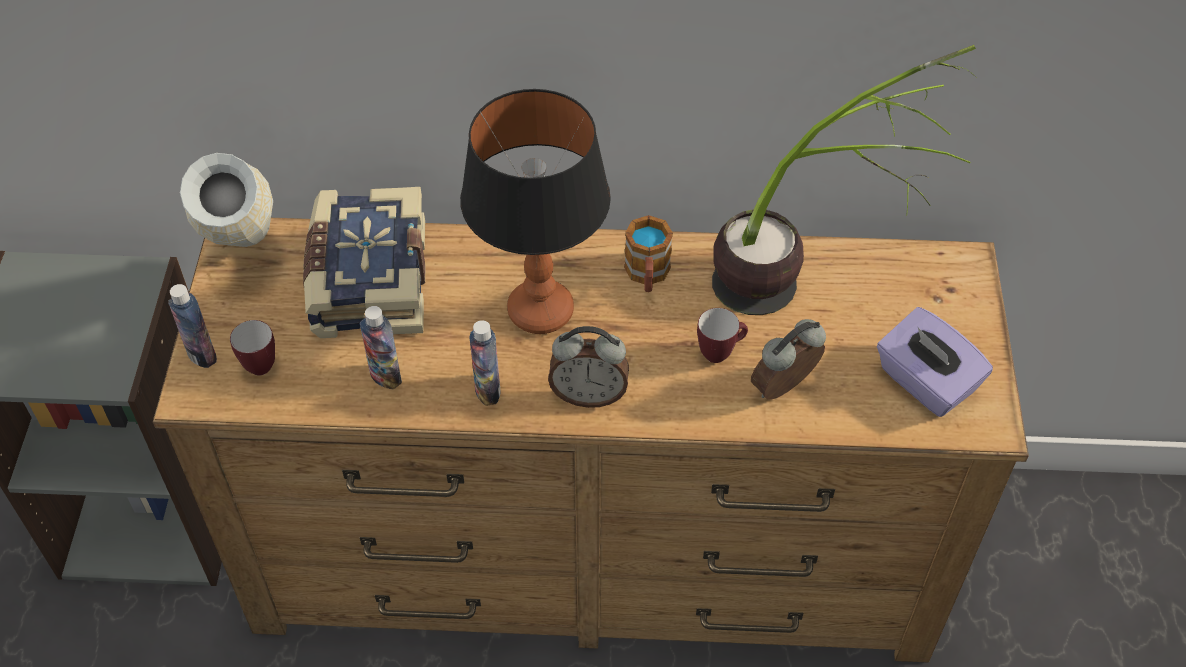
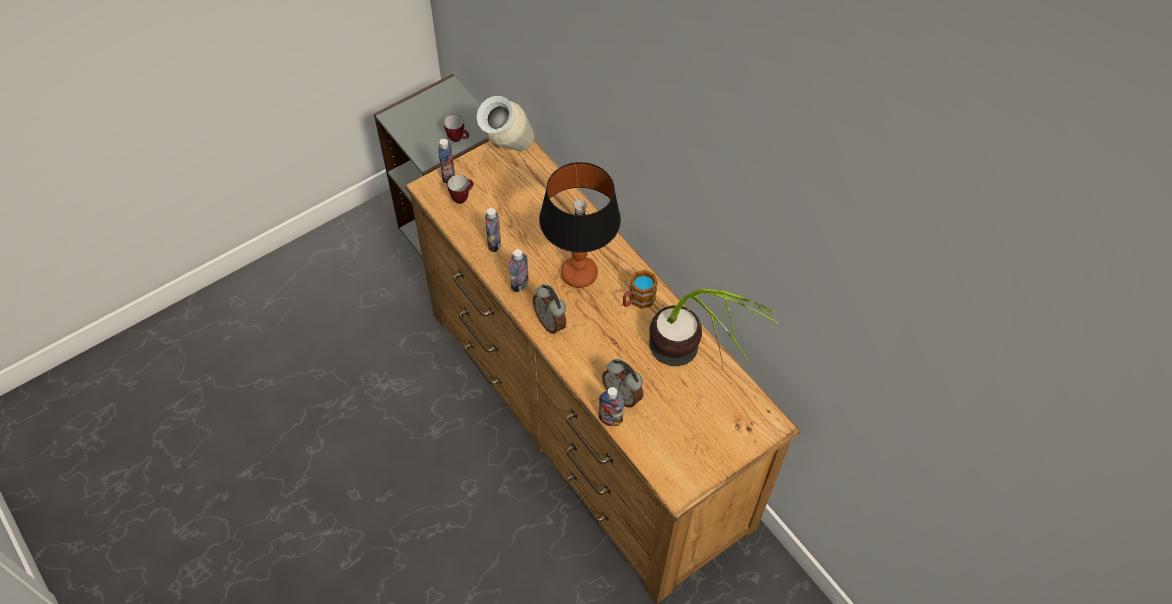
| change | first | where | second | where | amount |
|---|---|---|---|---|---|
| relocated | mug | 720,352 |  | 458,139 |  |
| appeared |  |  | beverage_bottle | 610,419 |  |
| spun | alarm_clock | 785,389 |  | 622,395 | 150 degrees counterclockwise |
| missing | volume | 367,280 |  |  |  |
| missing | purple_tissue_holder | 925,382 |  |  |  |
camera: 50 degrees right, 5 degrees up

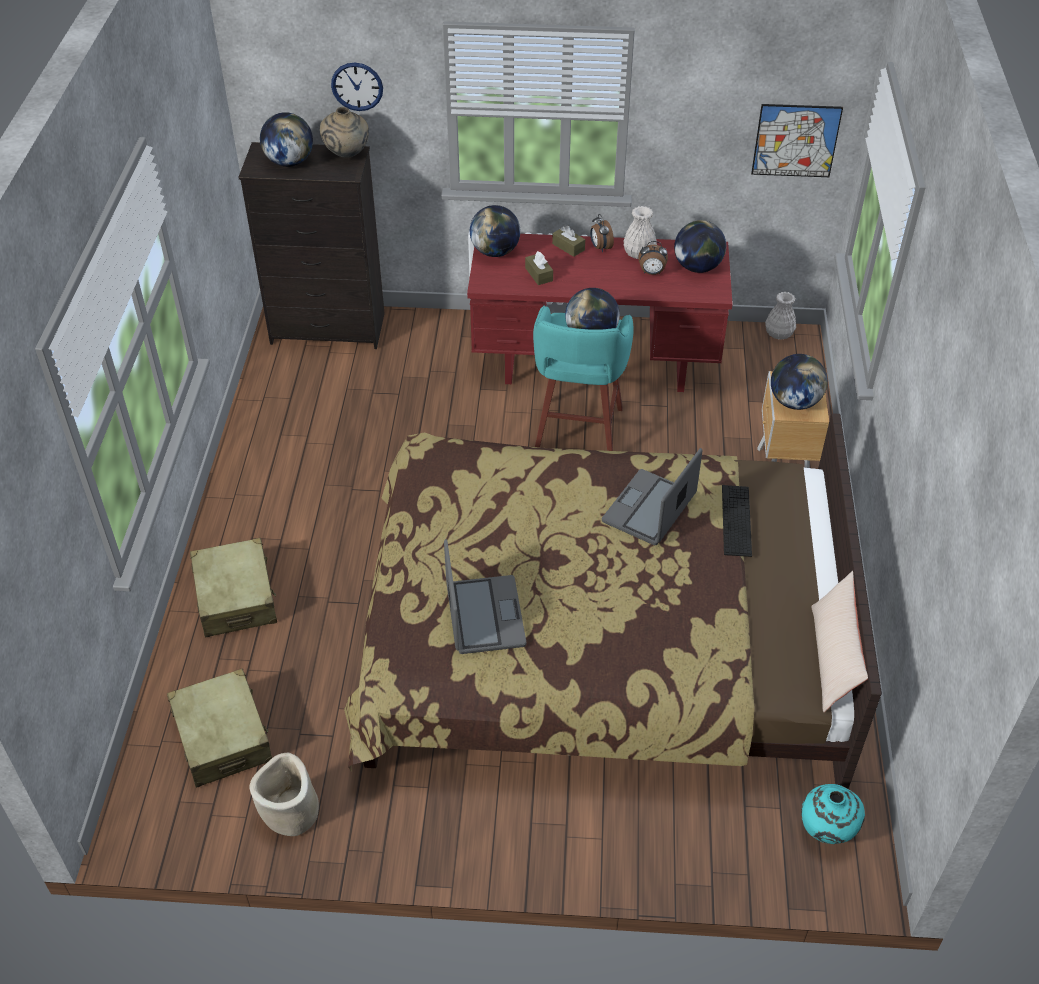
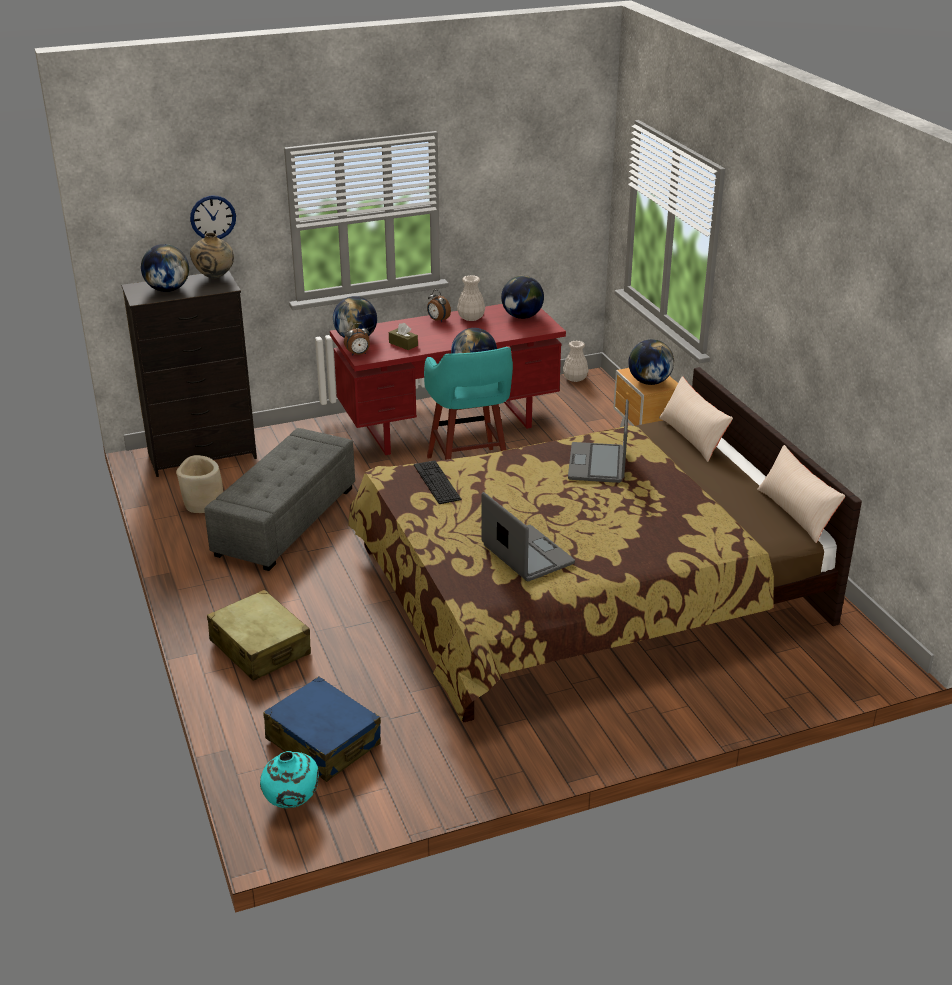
| change | first | where | second | where | amount |
|---|---|---|---|---|---|
| relocated | beige_flower_pot | 290,812 |  | 203,504 |  |
| appeared |  |  | greyish_footrest | 285,520 |  |
| relocated | turquoise-coloured_vase | 826,831 |  | 291,803 |  |
| colour | beige_piece_of_luggage | 223,737 | blue_piece_of_luggage | 323,742 |  |
| relocated | alarm_clock | 651,273 |  | 358,354 |  |
| relocated | PC_keyboard | 736,520 |  | 437,482 |  |
| appeared |  |  | beige_cushion | 692,437 |  |
| missing | brown-coloured_tissue_holder | 568,247 |  |  |  |
| missing | wall_art | 796,140 |  |  |  |
camera: 25 degrees left, 15 degrees down

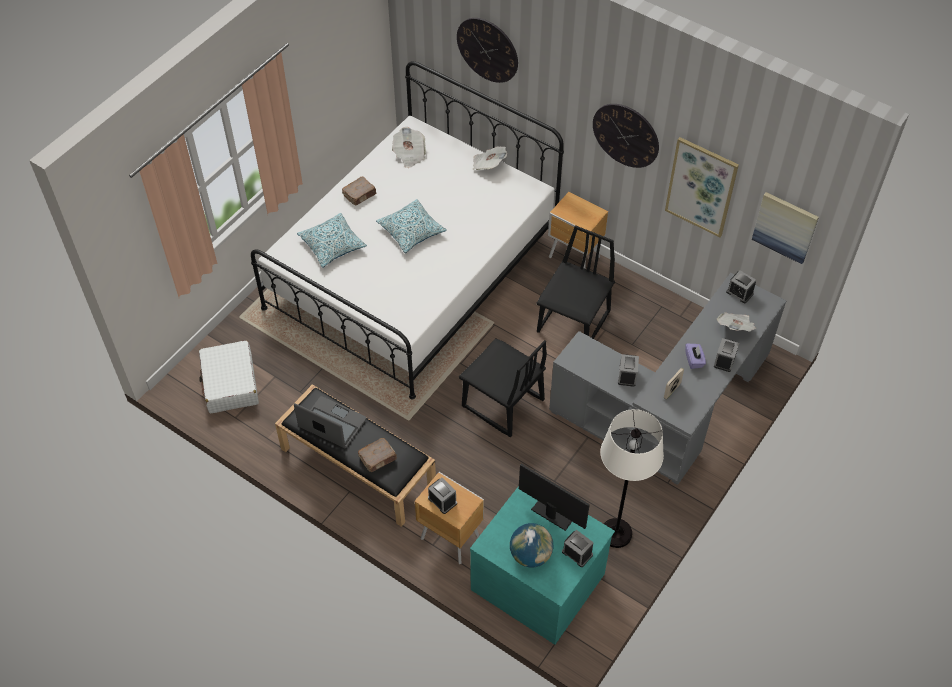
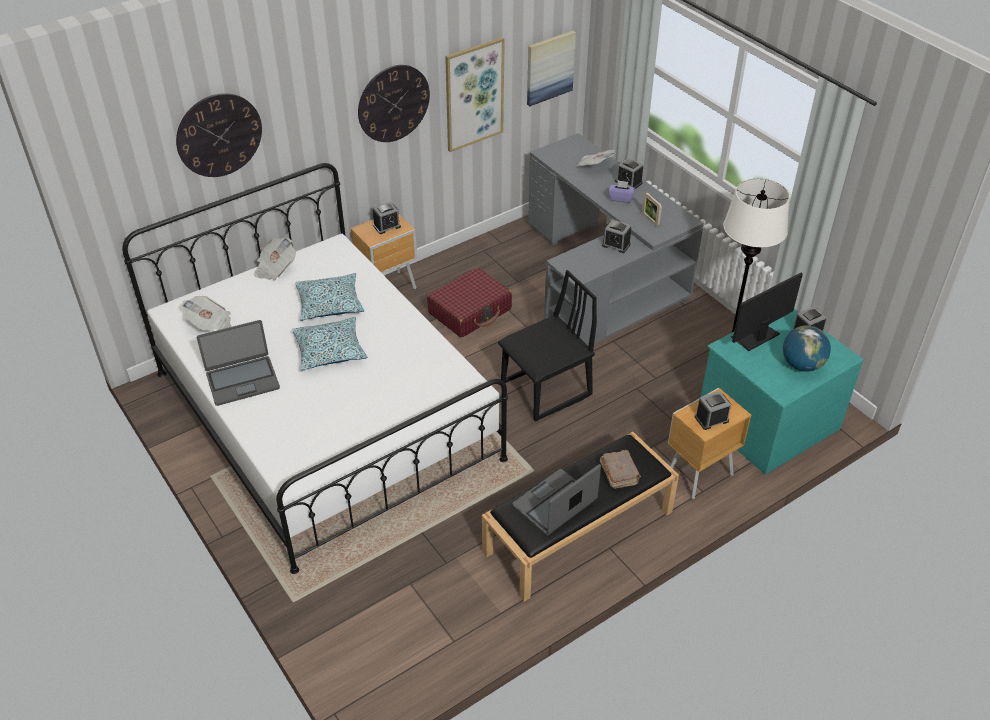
| change | first | where | second | where | amount |
|---|---|---|---|---|---|
| exchanged | brown-coloured_volume | 360,195 | portable_computer | 242,380 |  |
| relocated | cushion | 332,245 |  | 330,304 |  |
| relocated | alarm_clock | 739,293 |  | 387,226 |  |
| exchanged | black-coloured_chair | 574,322 | reddish_piece_of_luggage | 470,311 |  |
| missing | whitish_piece_of_luggage | 230,383 |  |  |  |
camera: 70 degrees left, 10 degrees down

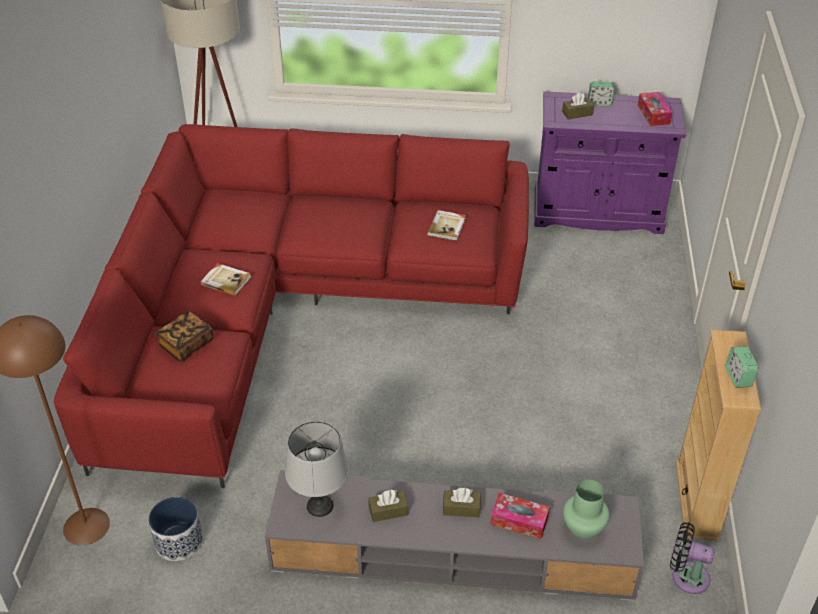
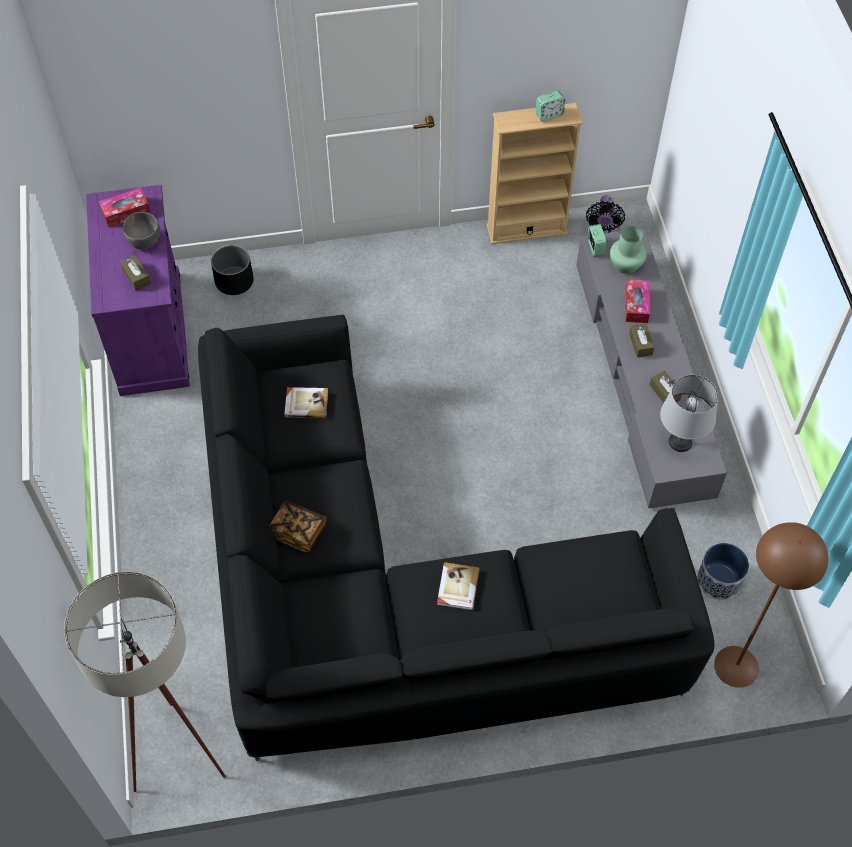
| change | first | where | second | where | amount |
|---|---|---|---|---|---|
| appeared |  |  | greyish_deep_dish | 144,241 |  |
| colour | reddish_couch | 285,310 | black-coloured_couch | 394,592 |  |
| appeared |  |  | black-coloured_flower_pot | 234,281 |  |
| relocated | volume | 186,345 |  | 298,531 |  |
| relocated | alarm_clock | 599,103 |  | 595,248 |  |
camera: 105 degrees left, 15 degrees up

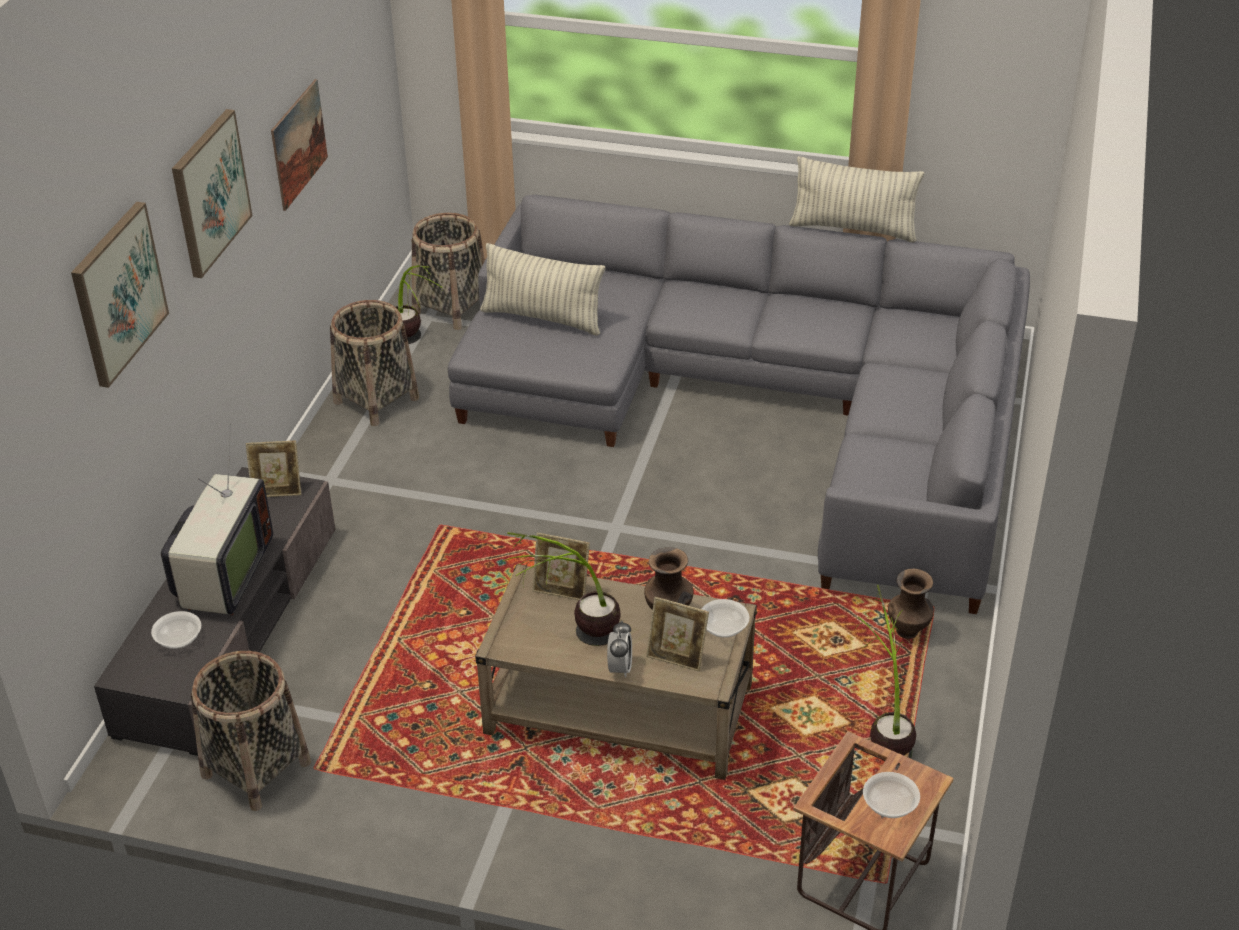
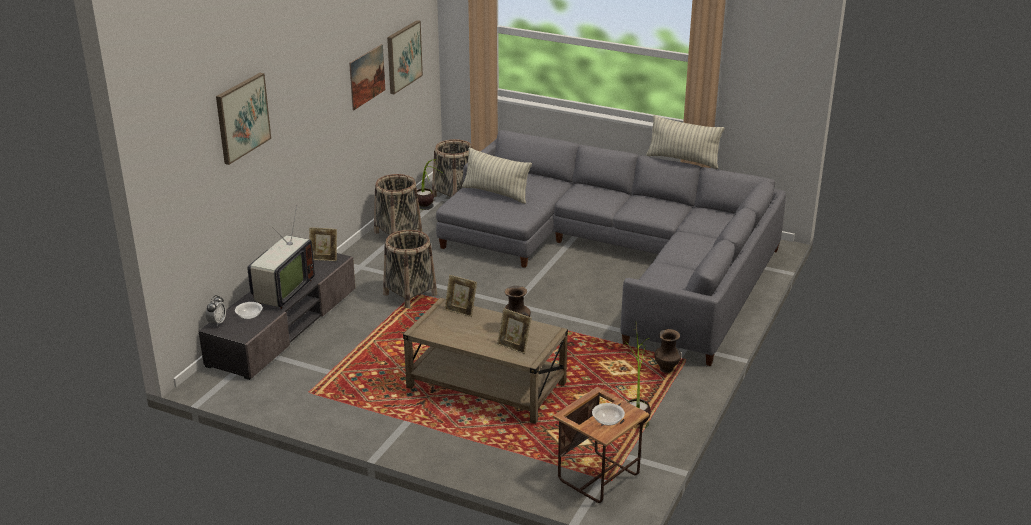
| change | first | where | second | where | amount |
|---|---|---|---|---|---|
| relocated | alarm_clock | 620,668 |  | 217,322 |  |
| relocated | basket | 256,768 |  | 410,294 |  |
| relocated | wall_art | 209,192 |  | 403,56 |  |
| missing | potted_plant | 571,635 |  |  |  |
| missing | deep_dish | 723,627 |  |  |  |
camera: 10 degrees right, 10 degrees down

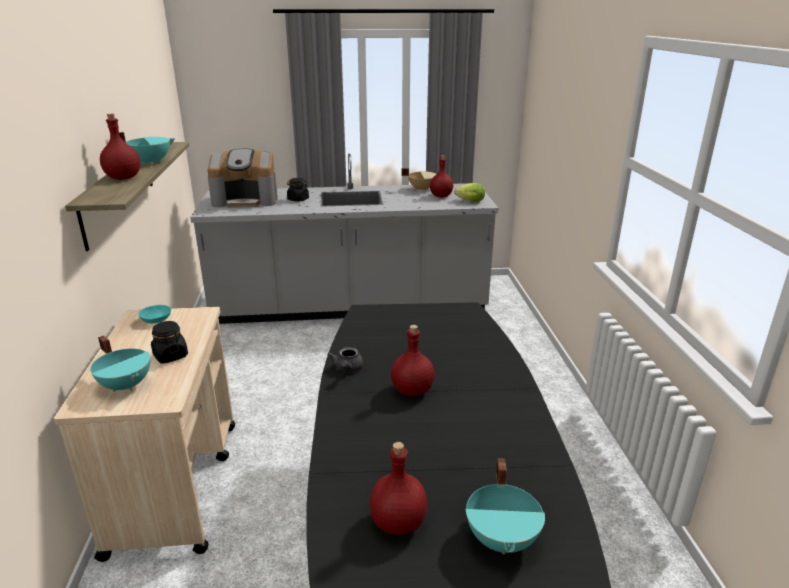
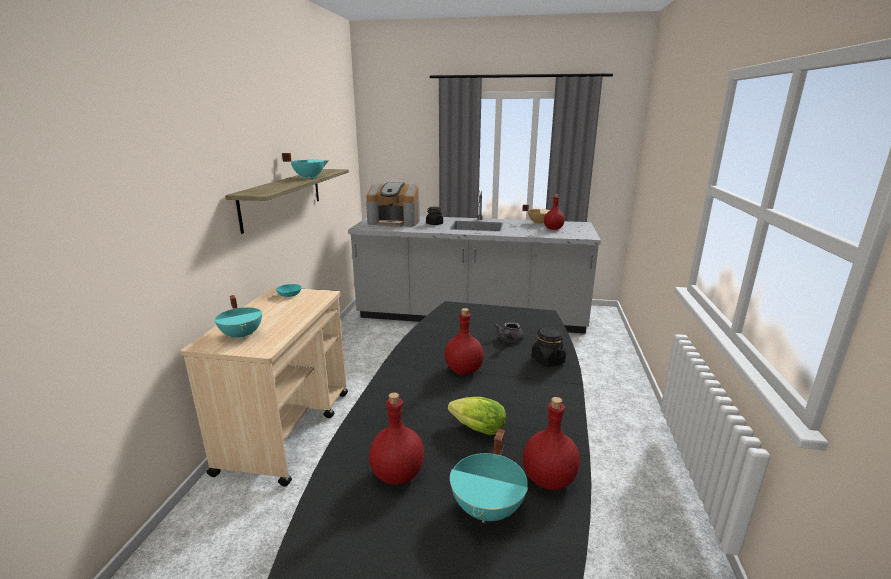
| change | first | where | second | where | amount |
|---|---|---|---|---|---|
| relocated | lettuce | 468,201 |  | 475,428 |  |
| relocated | greyish_pot_for_tea | 347,369 |  | 509,340 |  |
| relocated | reddish_beverage_bottle | 123,178 |  | 548,480 |  |
| relocated | black-coloured_storage_jar | 170,356 |  | 547,360 |  |
camera: 15 degrees right, 5 degrees down

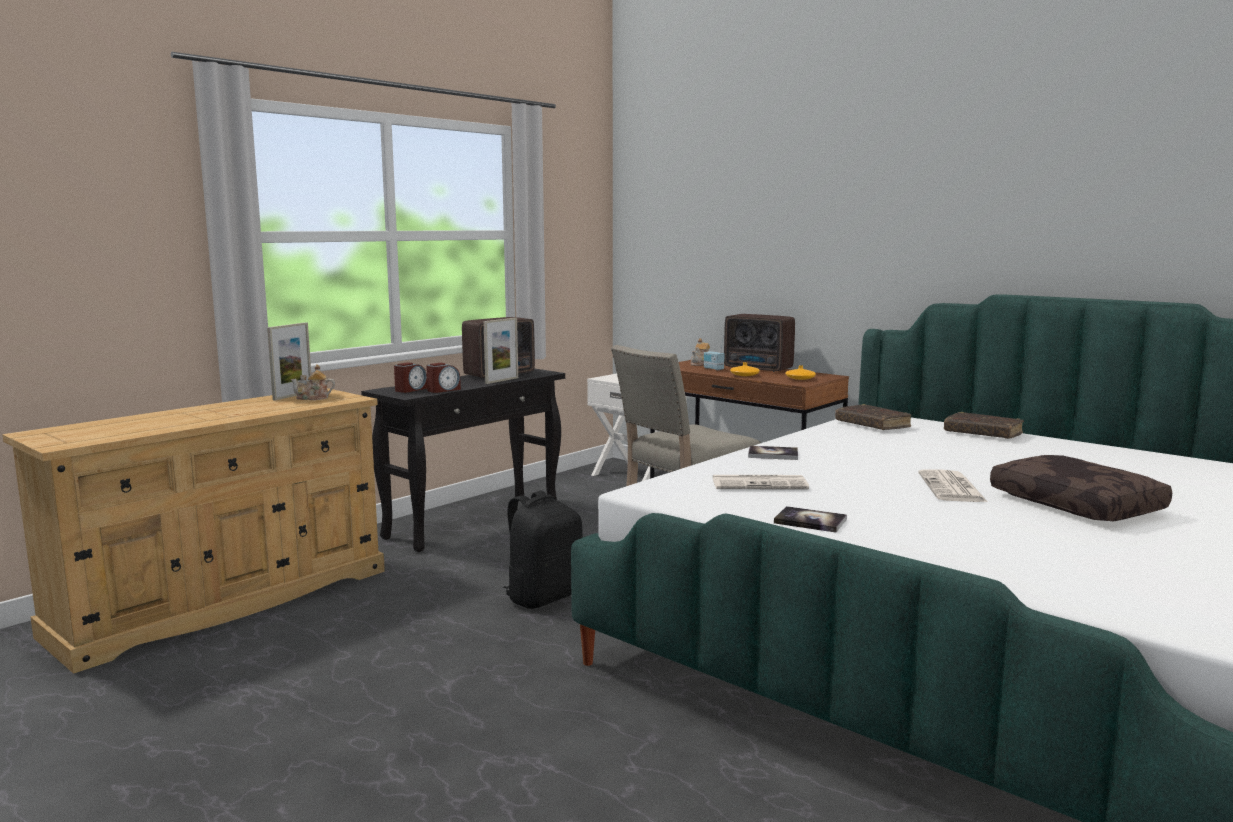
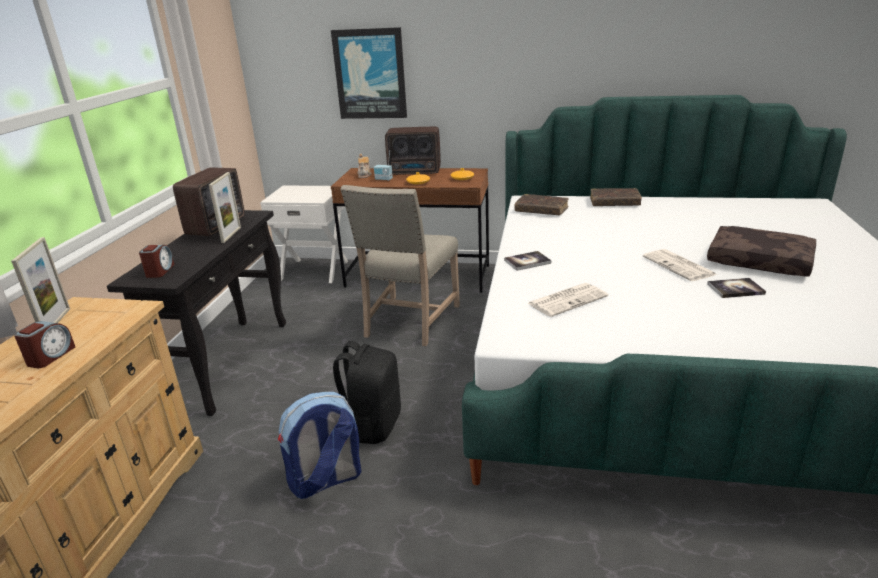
| change | first | where | second | where | amount |
|---|---|---|---|---|---|
| relocated | alarm_clock | 443,390 |  | 50,356 |  |
| appeared |  |  | rucksack | 326,480 |  |
| appeared |  |  | wall_art | 370,74 |  |
| relocated | volume | 810,521 |  | 735,289 |  |
| missing | pot_for_tea | 313,398 |  |  |  |
camera: 30 degrees left, 15 degrees up

